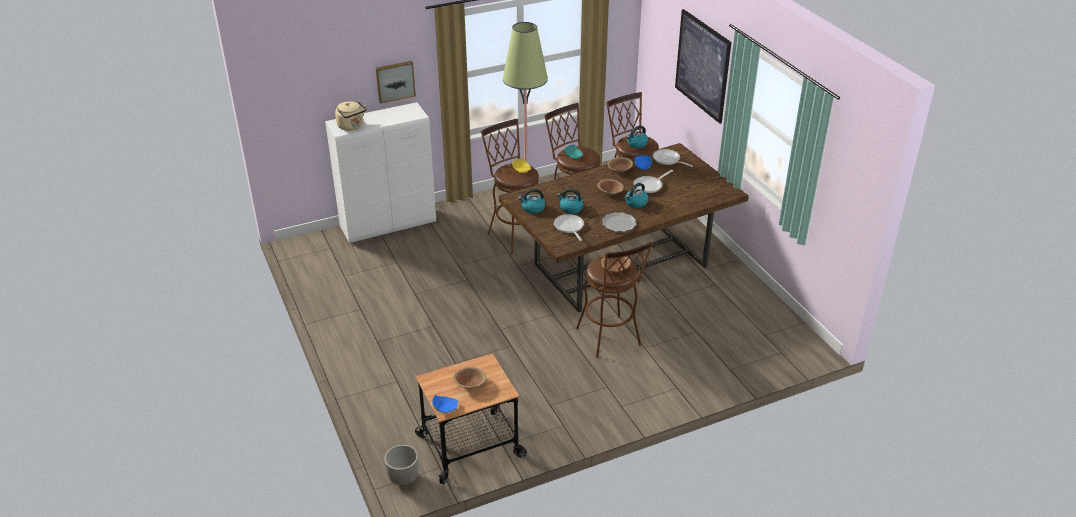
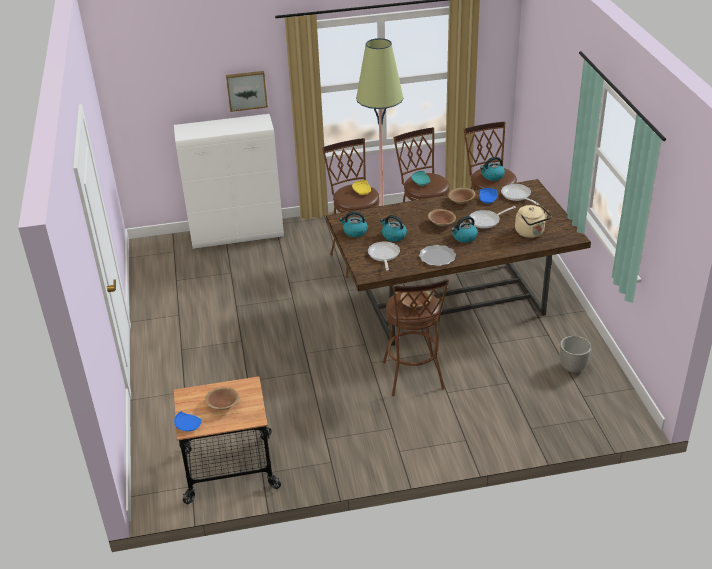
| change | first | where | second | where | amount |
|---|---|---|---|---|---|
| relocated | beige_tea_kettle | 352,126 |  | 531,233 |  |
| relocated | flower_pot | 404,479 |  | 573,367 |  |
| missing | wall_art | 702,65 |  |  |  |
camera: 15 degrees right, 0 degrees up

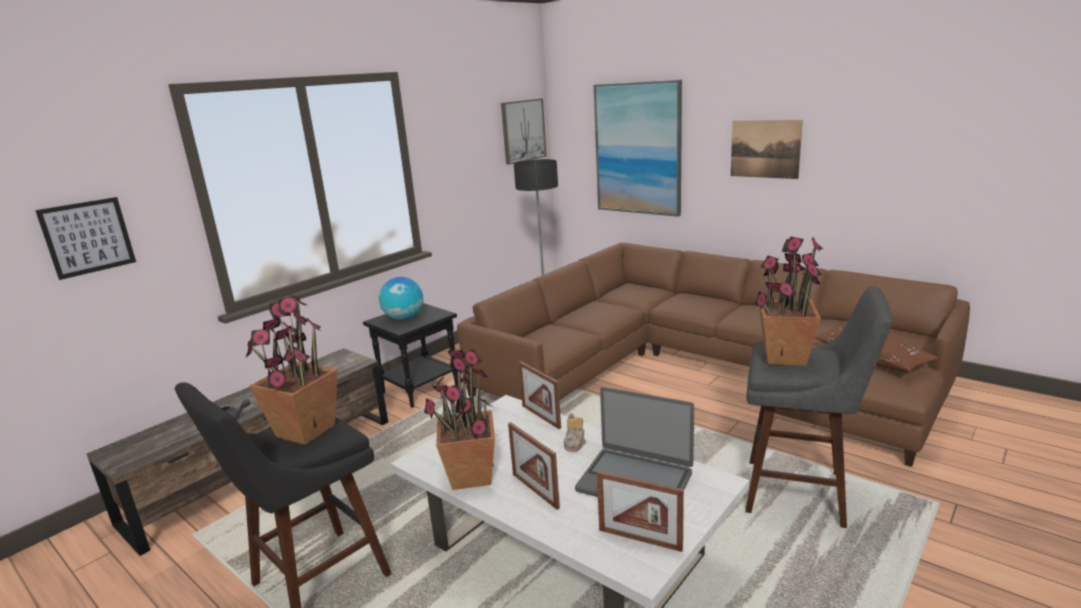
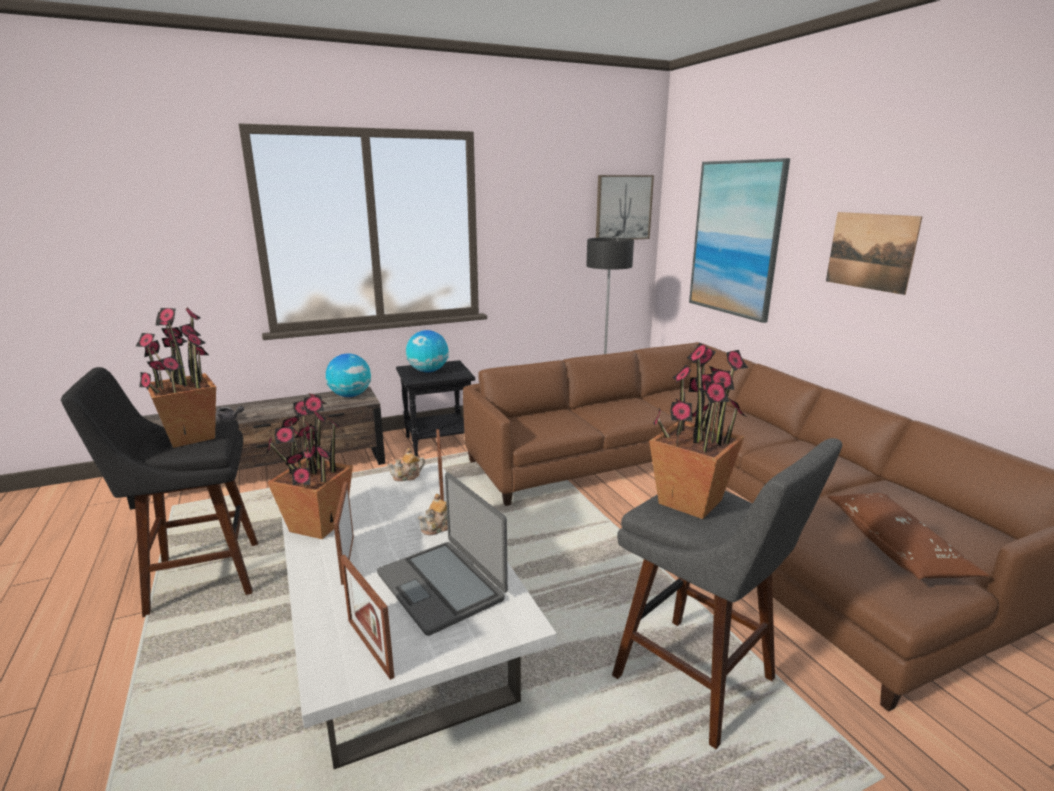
| change | first | where | second | where | amount |
|---|---|---|---|---|---|
| appeared |  |  | globe | 350,395 |  |
| appeared |  |  | pot_for_tea | 407,476 |  |
| missing | wall_art | 88,237 |  |  |  |
camera: 25 degrees right, 0 degrees up

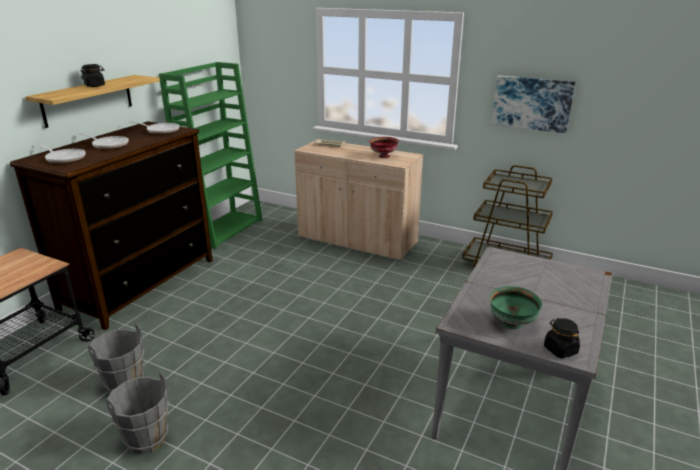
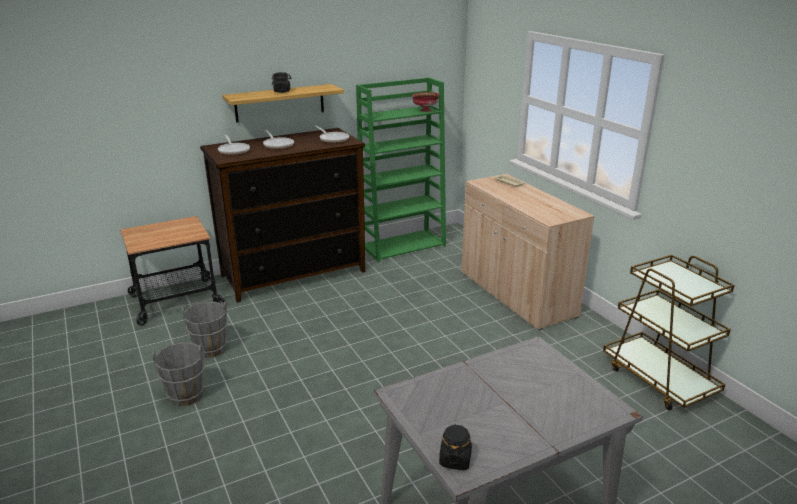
| change | first | where | second | where | amount |
|---|---|---|---|---|---|
| relocated | reddish_deep_dish | 383,156 |  | 425,110 |  |
| missing | green-coloured_deep_dish | 512,324 |  |  |  |
| missing | wall_art | 532,103 |  |  |  |
camera: 35 degrees right, 0 degrees up

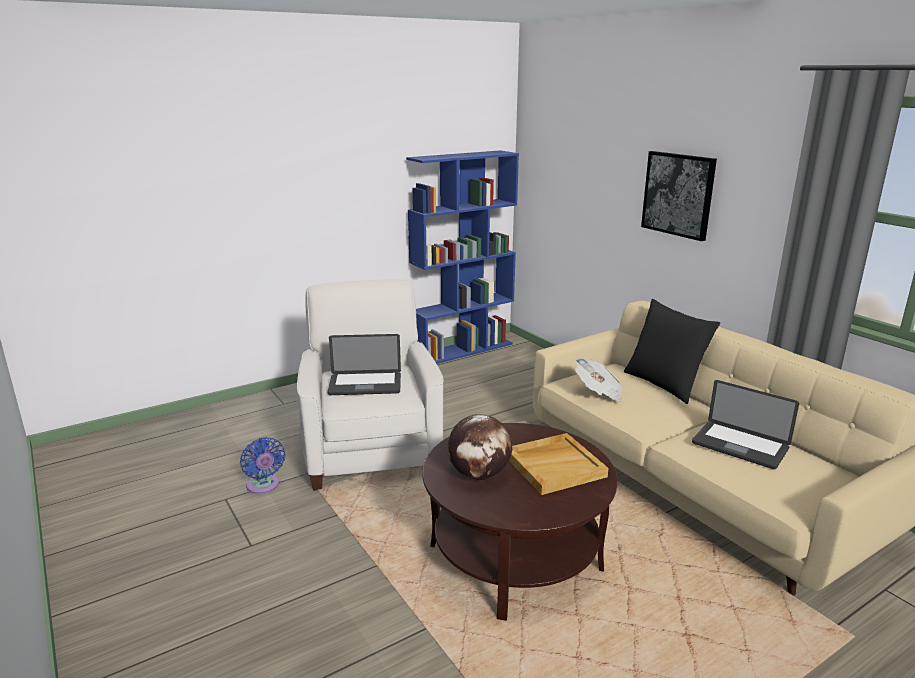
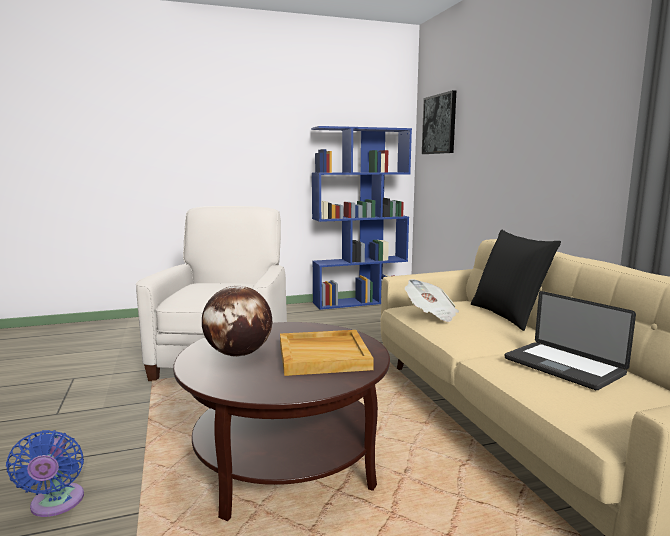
| change | first | where | second | where | amount |
|---|---|---|---|---|---|
| relocated | blue_fan | 263,486 |  | 56,504 |  |
| relocated | wall_art | 678,194 |  | 439,124 |  |
| missing | portable_computer | 365,385 |  |  |  |
camera: 15 degrees right, 10 degrees down

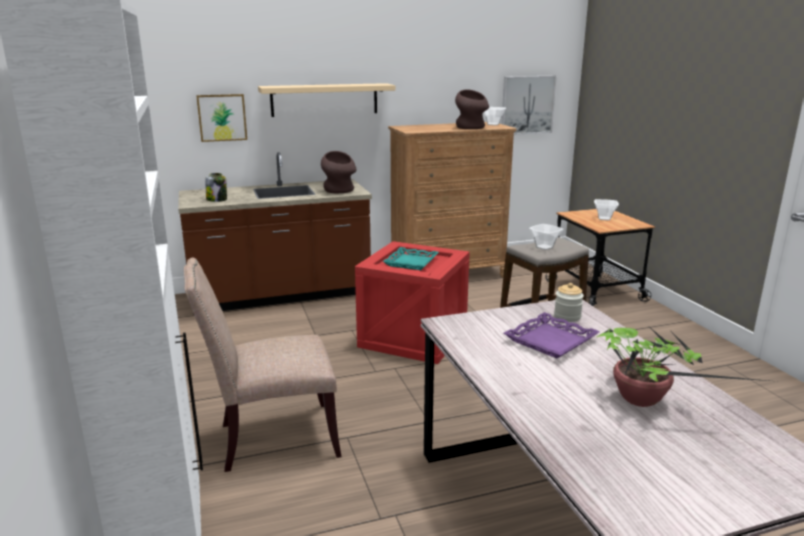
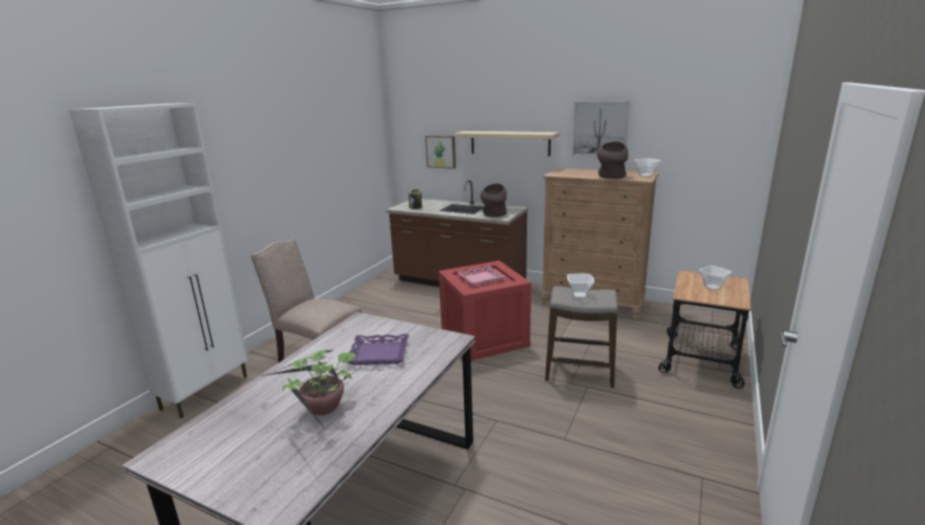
| change | first | where | second | where | amount |
|---|---|---|---|---|---|
| colour | turquoise-coloured_tray | 410,262 | pink-coloured_tray | 481,278 |  |
| relocated | wall_art | 527,105 |  | 600,128 |  |
| missing | storage_jar | 567,316 |  |  |  |
camera: 45 degrees right, 0 degrees up

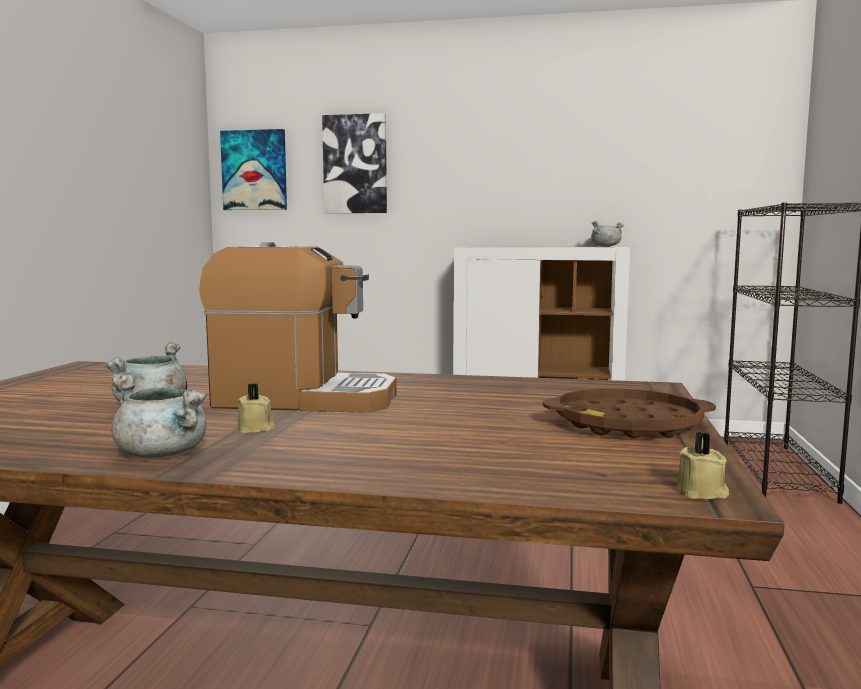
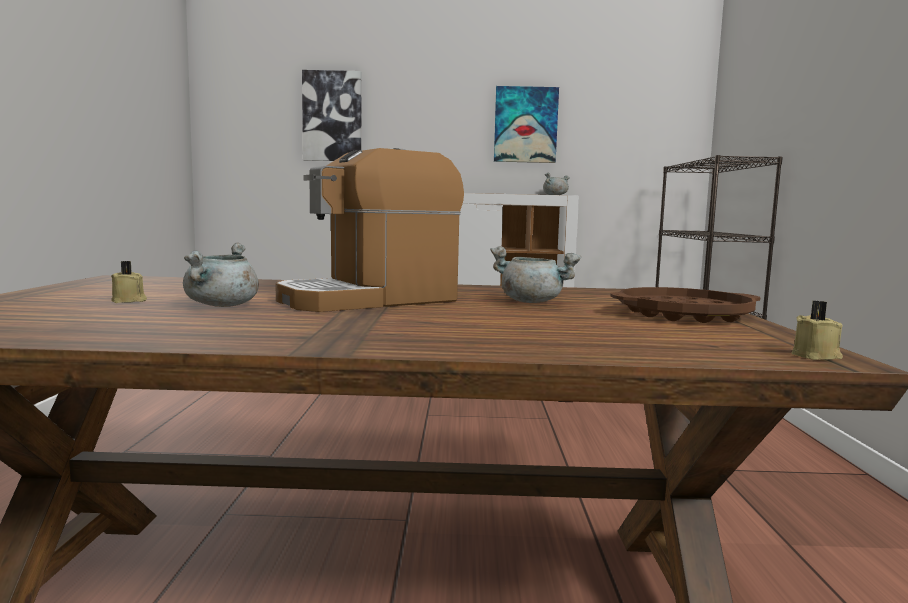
| change | first | where | second | where | amount |
|---|---|---|---|---|---|
| relocated | beige_candle | 256,429 |  | 129,301 |  |
| spun | coffee_brewer | 304,399 |  | 369,300 | 150 degrees clockwise |
| relocated | greyish_stockpot | 164,454 |  | 533,302 |  |
| relocated | wall_art | 254,170 |  | 525,125 |  |
camera: 10 degrees left, 0 degrees up

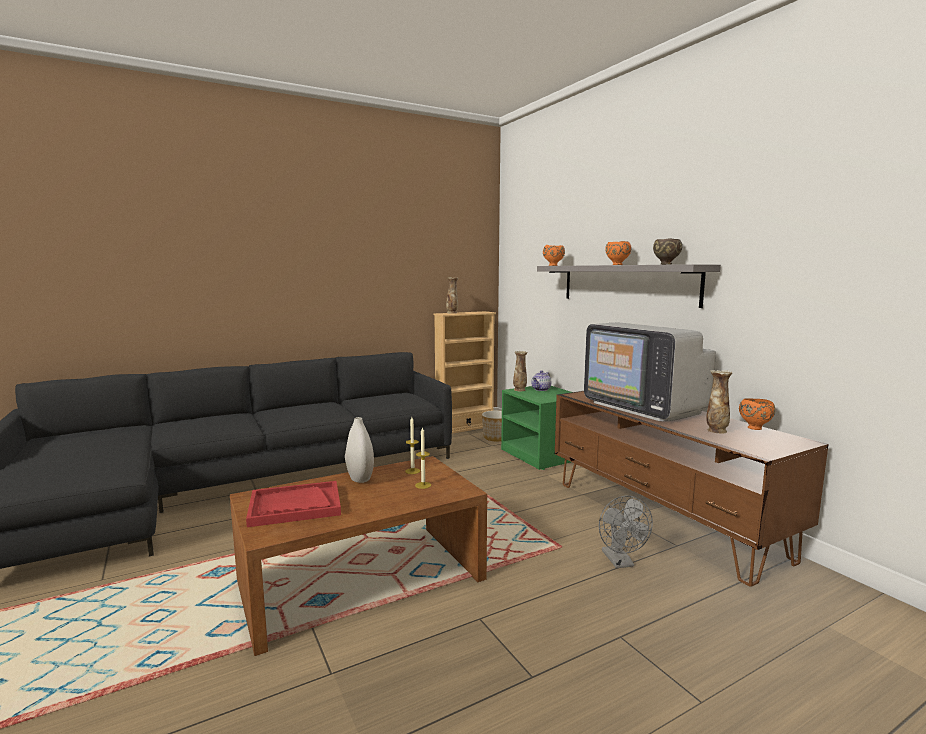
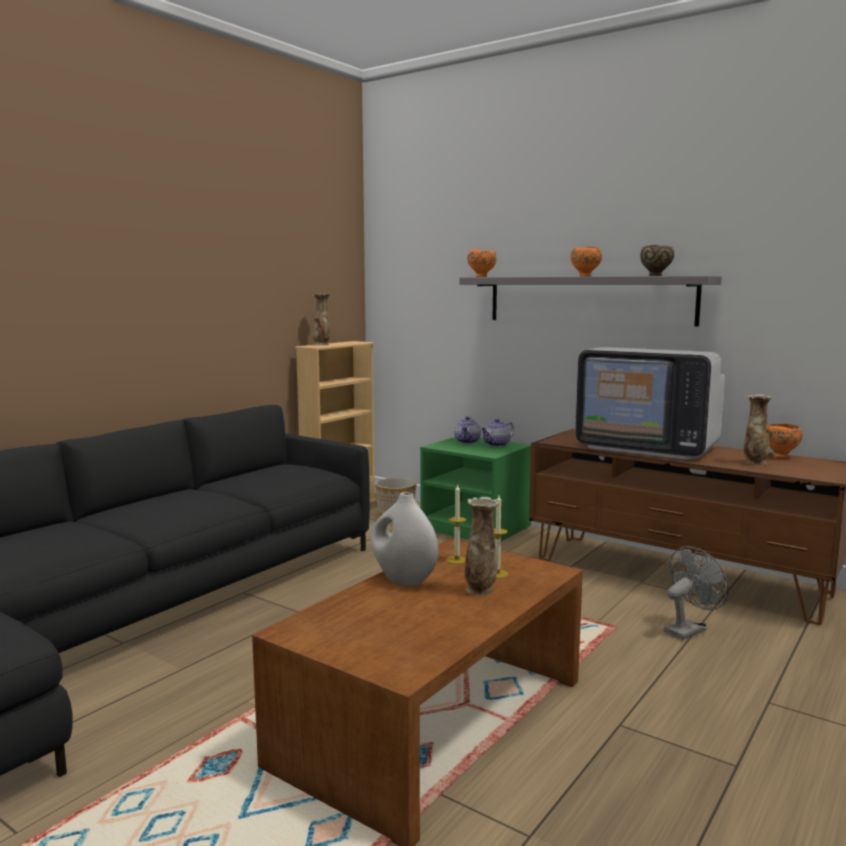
| change | first | where | second | where | amount |
|---|---|---|---|---|---|
| relocated | vase | 520,390 |  | 480,590 |  |
| appeared |  |  | pot_for_tea | 497,444 |  |
| spun | greyish_fan | 620,562 |  | 688,629 | 90 degrees counterclockwise |
| missing | reddish_tray | 295,506 |  |  |  |
camera: 25 degrees left, 0 degrees up

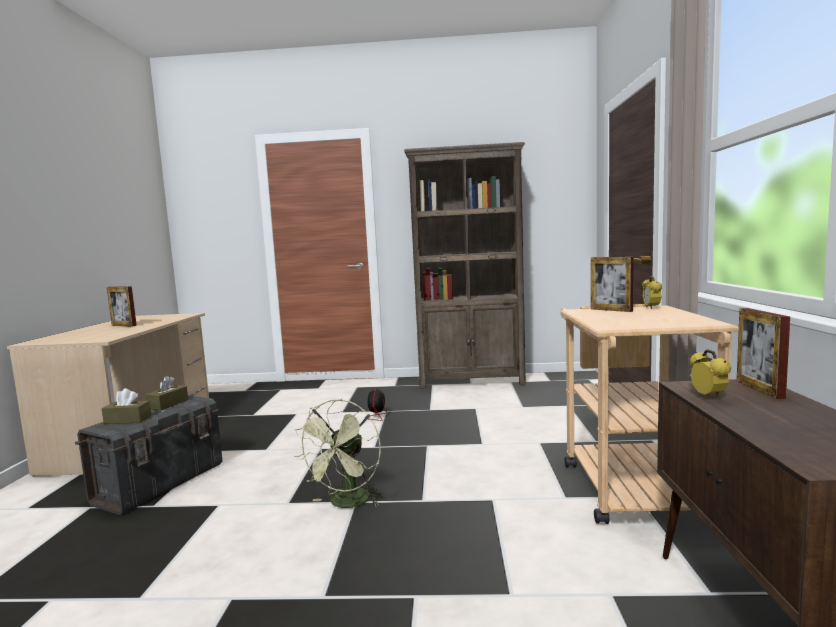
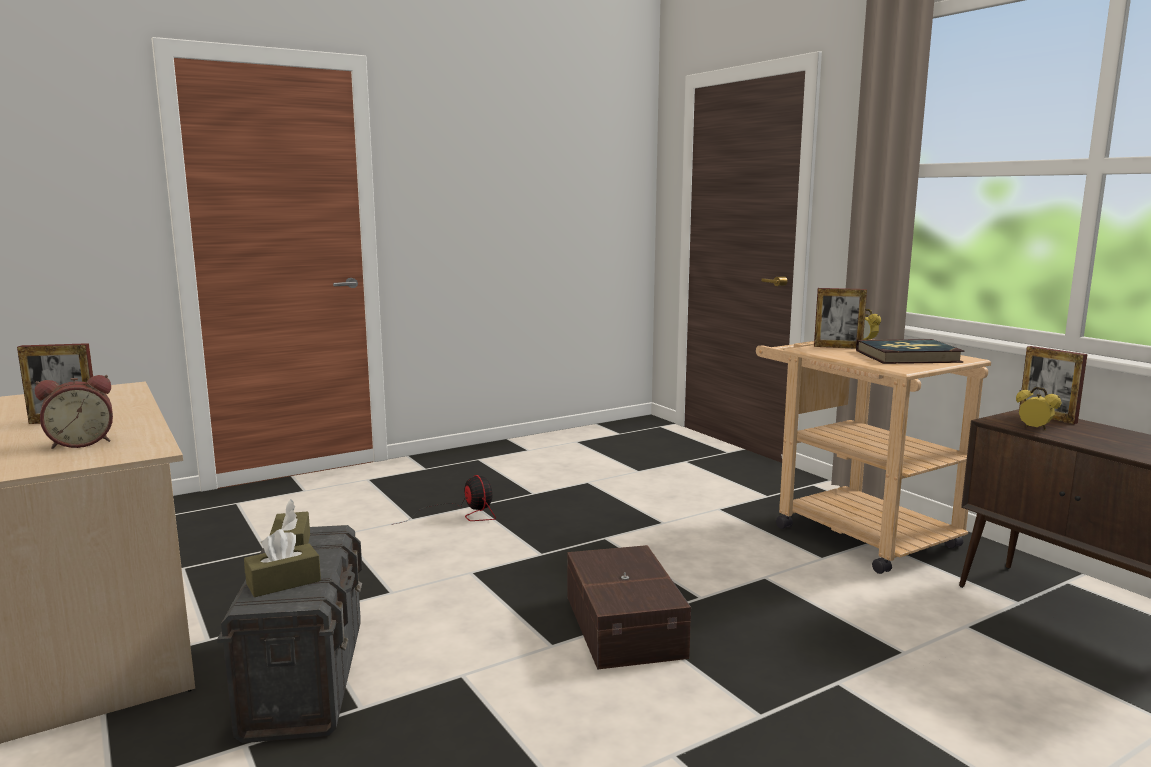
| change | first | where | second | where | amount |
|---|---|---|---|---|---|
| appeared |  |  | alarm_clock | 81,443 |  |
| exchanged | green-coloured_fan | 347,504 | brown-coloured_storage_bin | 626,625 |  |
| appeared |  |  | volume | 907,356 |  |
| missing | brown-coloured_shelving_unit | 472,381 |  |  |  |
camera: 35 degrees left, 5 degrees up

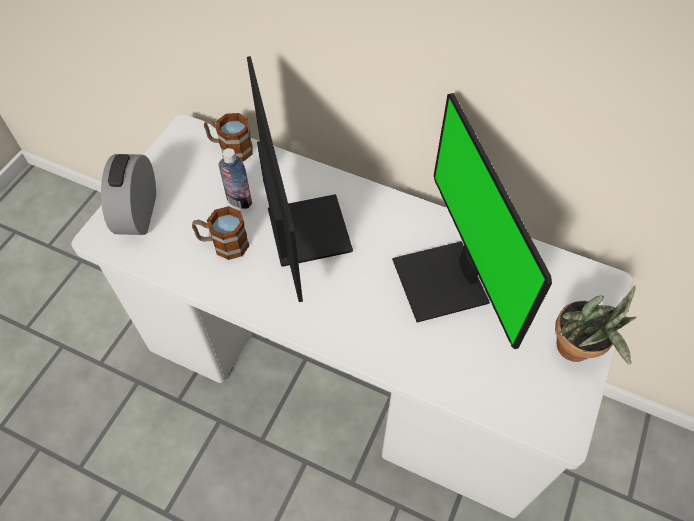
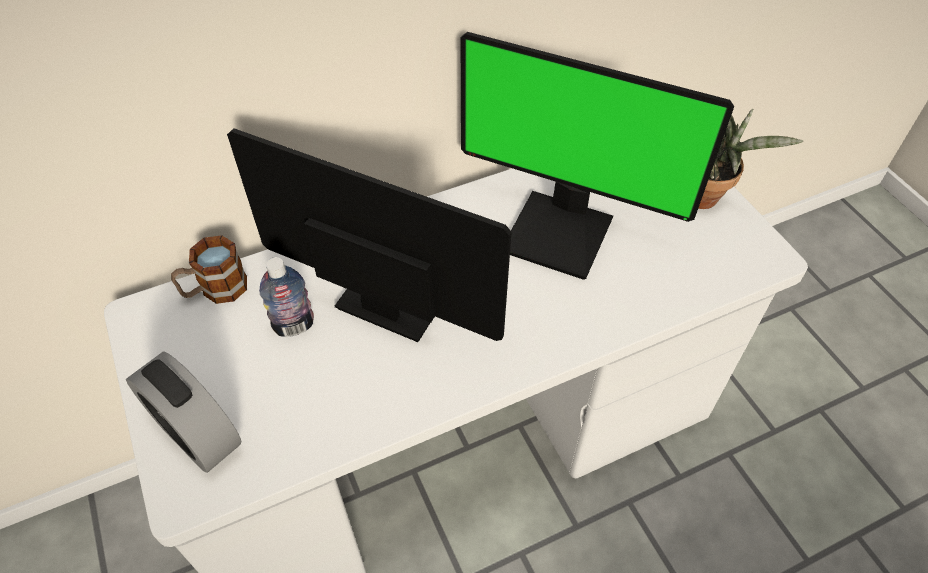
| change | first | where | second | where | amount |
|---|---|---|---|---|---|
| missing | mug | 223,244 |  |  |  |
camera: 50 degrees left, 5 degrees down

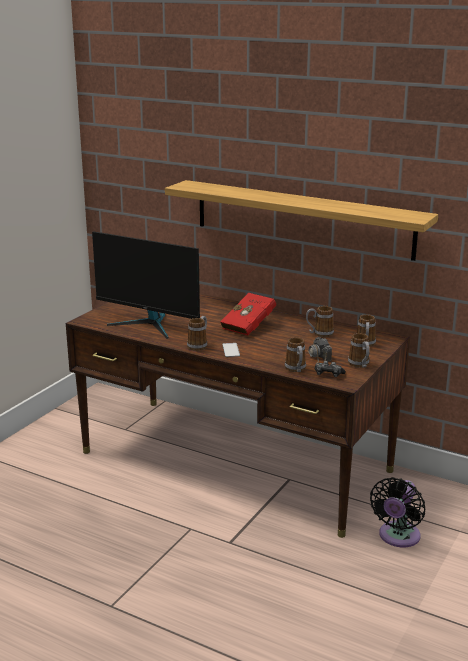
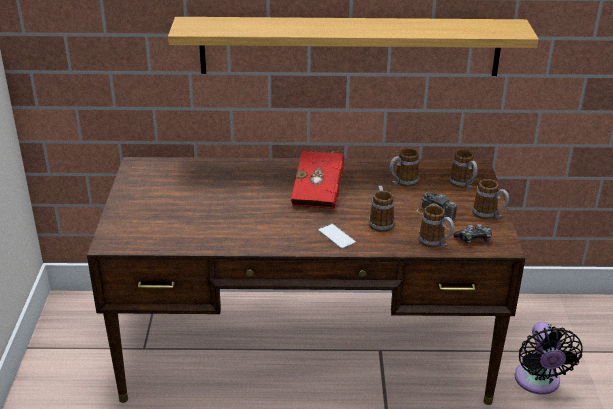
| change | first | where | second | where | amount |
|---|---|---|---|---|---|
| relocated | mug | 199,345 |  | 380,222 |  |
| missing | computer_screen | 149,324 |  |  |  |
camera: 30 degrees left, 10 degrees up

